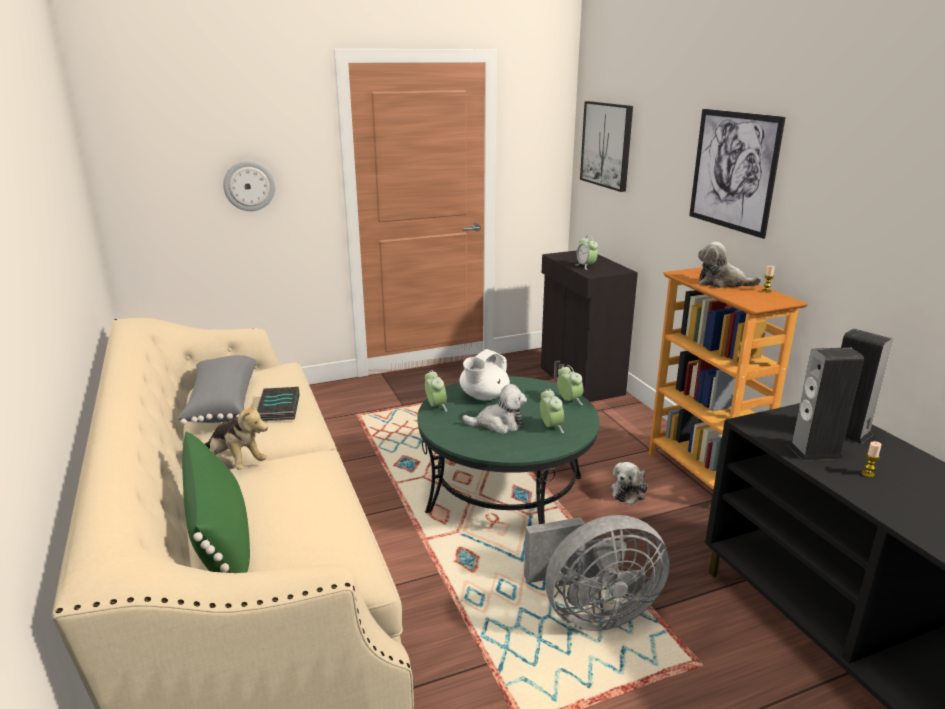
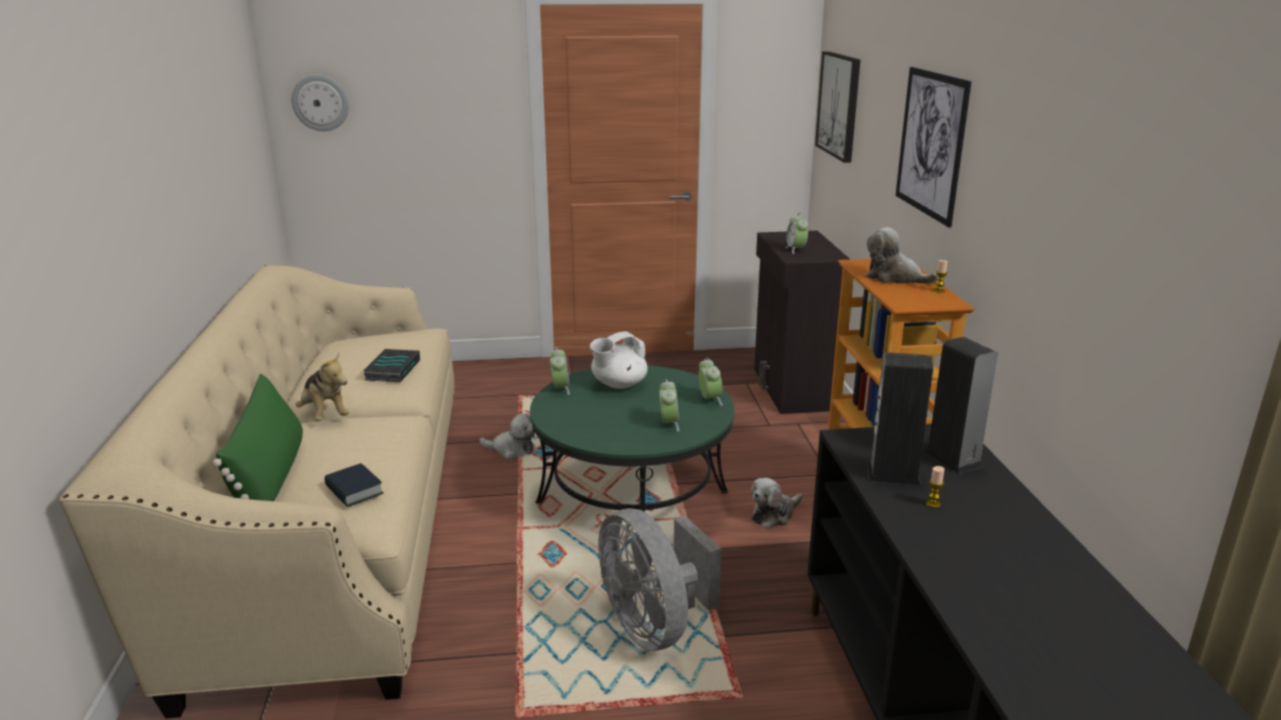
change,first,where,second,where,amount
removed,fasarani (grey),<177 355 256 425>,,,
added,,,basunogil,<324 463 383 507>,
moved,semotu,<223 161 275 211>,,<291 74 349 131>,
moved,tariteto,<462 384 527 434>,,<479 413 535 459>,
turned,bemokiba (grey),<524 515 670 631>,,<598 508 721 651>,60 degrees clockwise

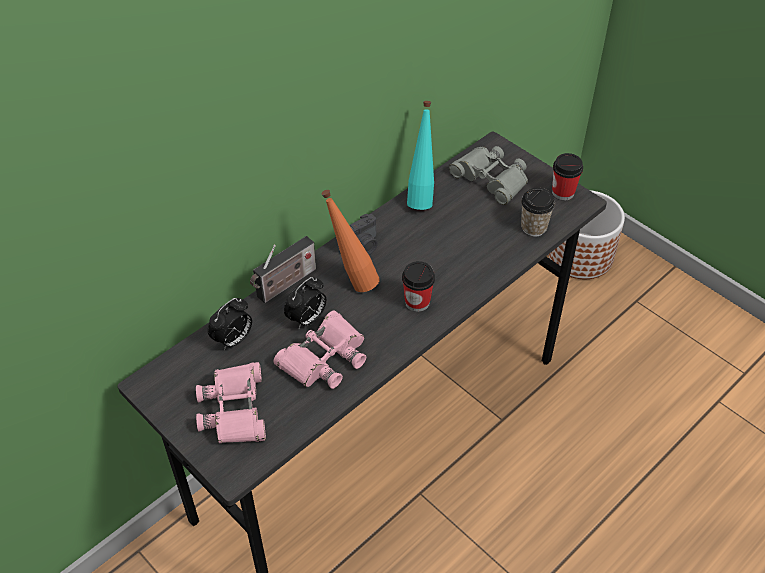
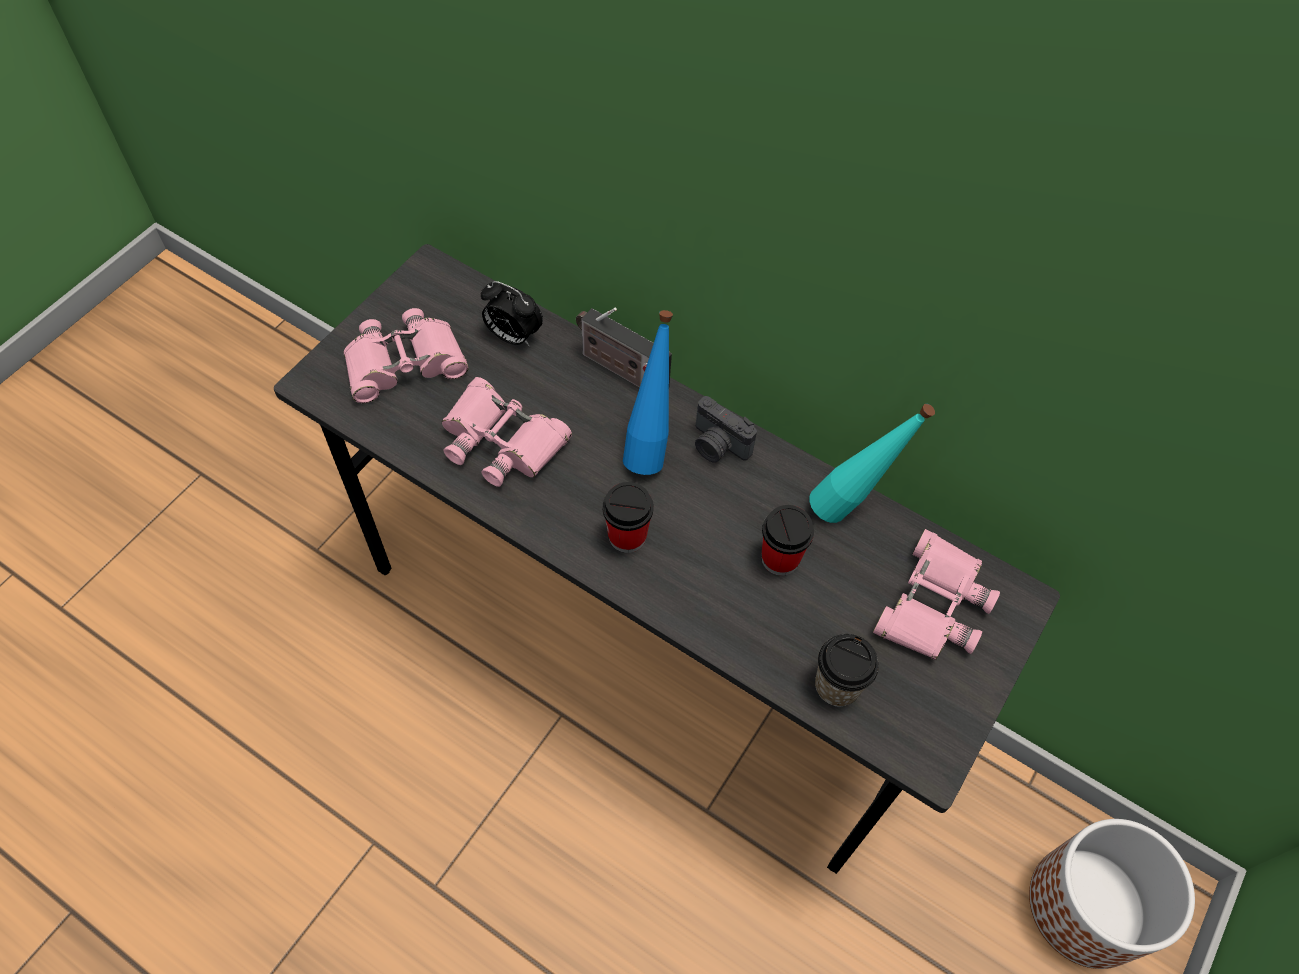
change,first,where,second,where,amount
removed,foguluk,<284 277 326 328>,,,
moved,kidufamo,<552 153 583 201>,,<762 505 814 576>,
recoloured,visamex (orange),<321 190 380 292>,visamex (blue),<623 310 673 475>,
recoloured,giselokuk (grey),<449 146 528 205>,giselokuk (pink),<873 529 1000 660>,

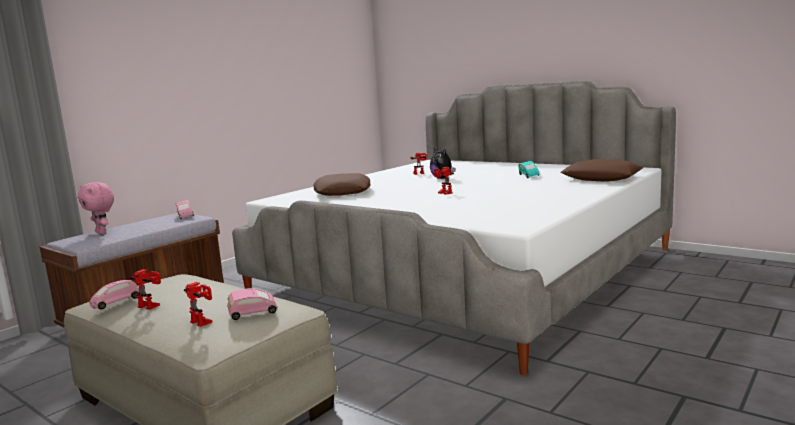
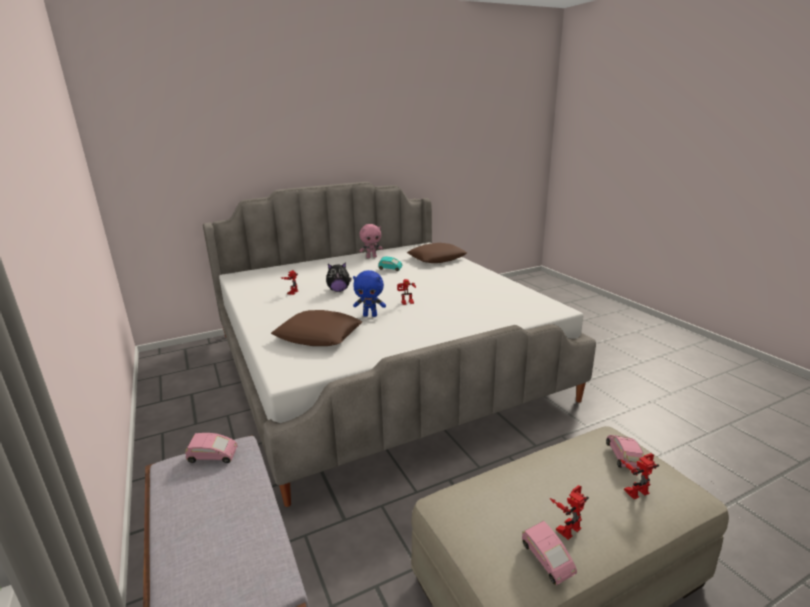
change,first,where,second,where,amount
added,,,tariteto (blue),<353 270 386 317>,
moved,tariteto (pink),<77 182 114 234>,,<359 224 383 258>,

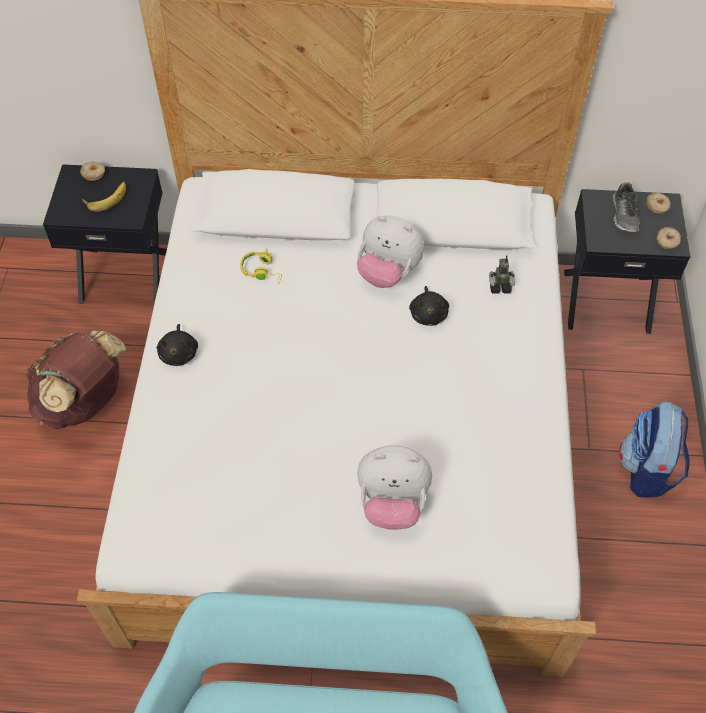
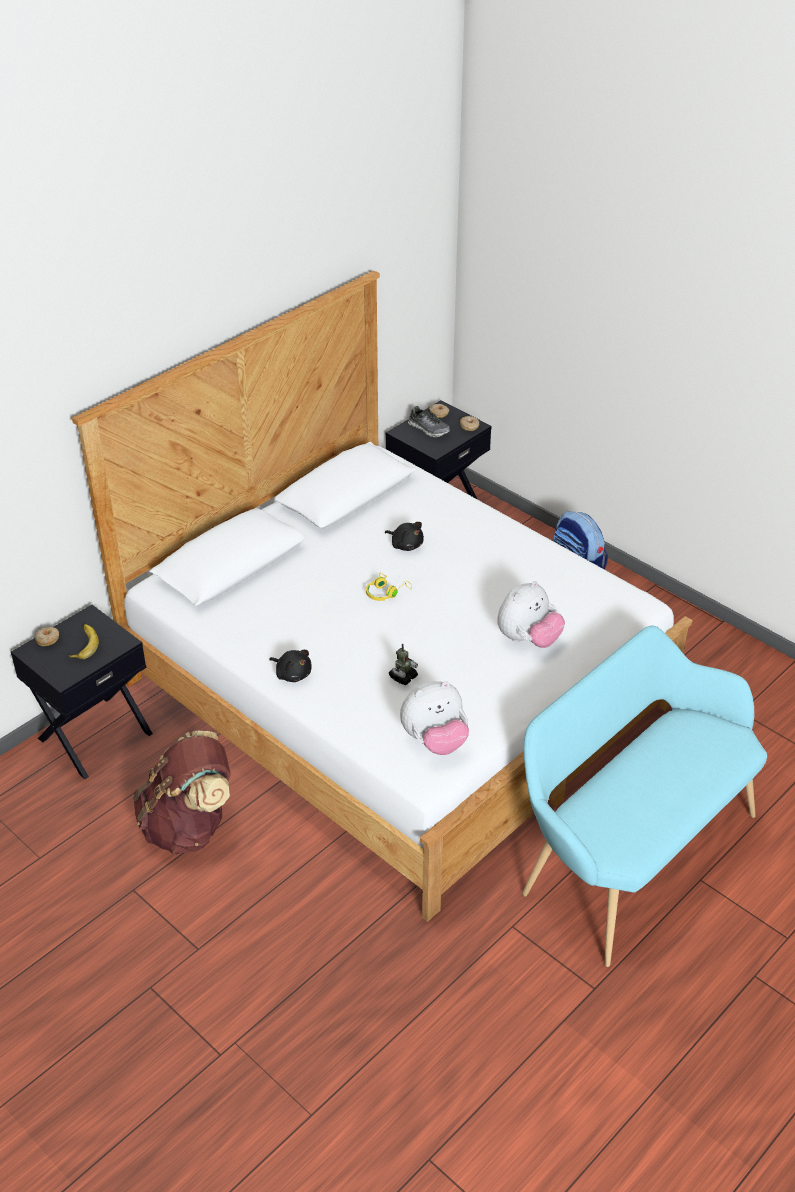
change,first,where,second,where,amount
moved,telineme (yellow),<240 249 282 284>,,<366 573 412 601>,
moved,tariteto,<357 215 424 288>,,<400 681 469 755>,
moved,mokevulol,<489 255 515 293>,,<389 644 418 685>,

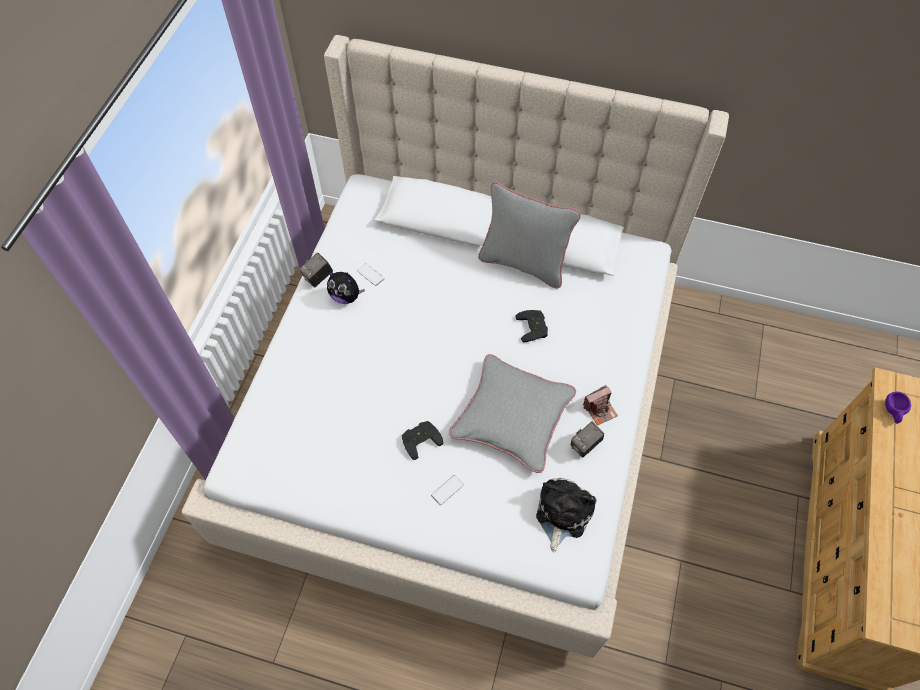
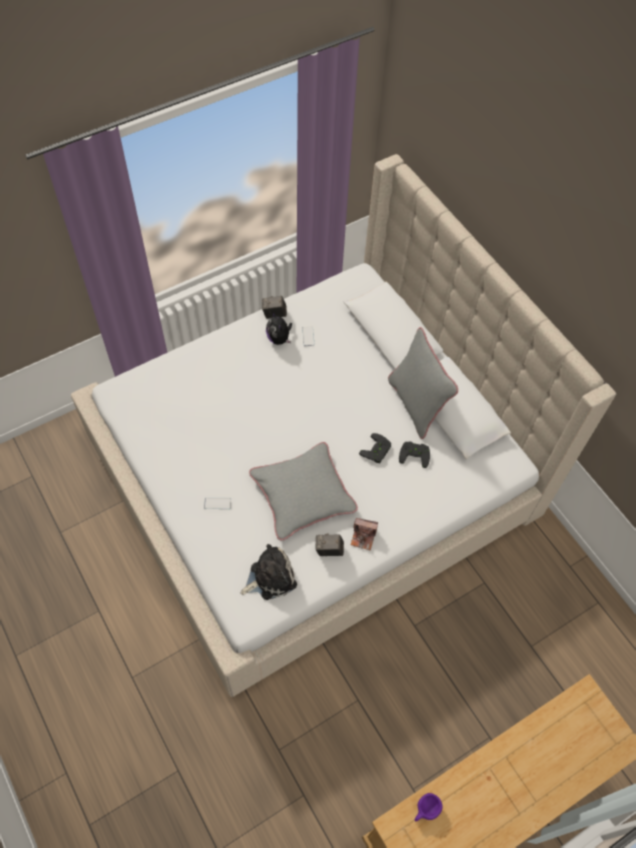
change,first,where,second,where,amount
moved,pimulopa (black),<402 421 443 460>,,<399 442 430 468>,
moved,kidufamo (purple),<885 392 911 424>,,<415 793 443 821>,

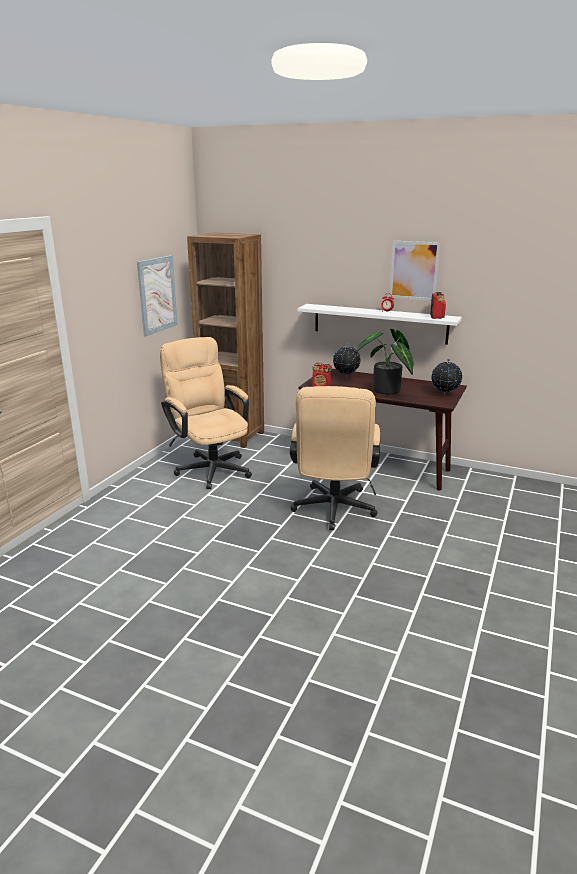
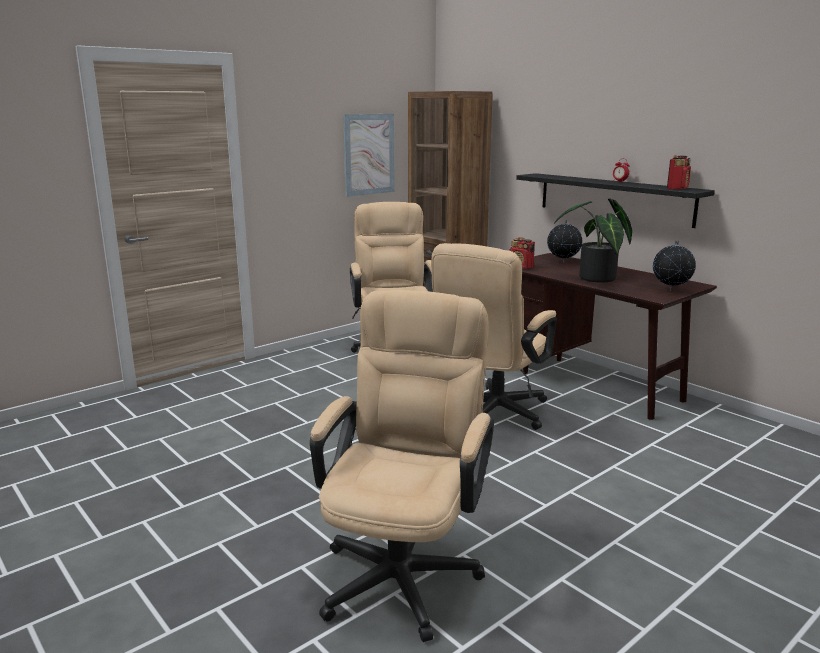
change,first,where,second,where,amount
removed,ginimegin,<389 241 440 301>,,,
added,,,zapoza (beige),<310 290 494 642>,
recoloured,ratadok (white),<297 304 462 345>,ratadok (black),<516 173 715 228>,

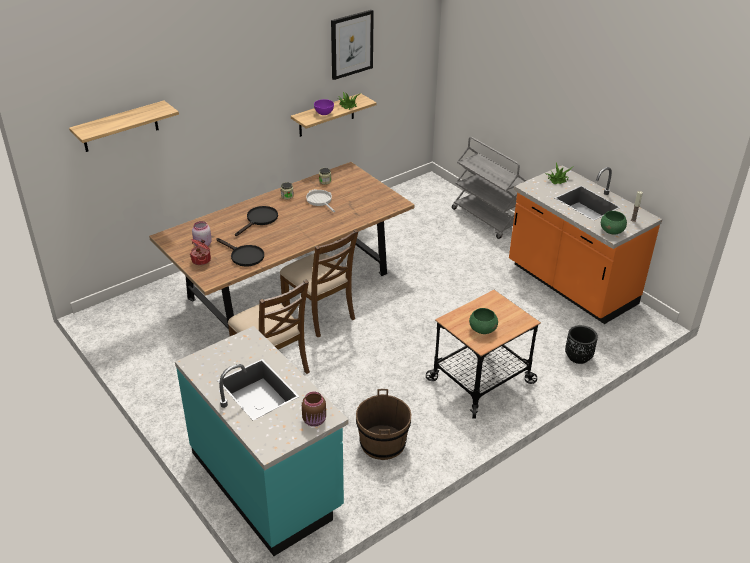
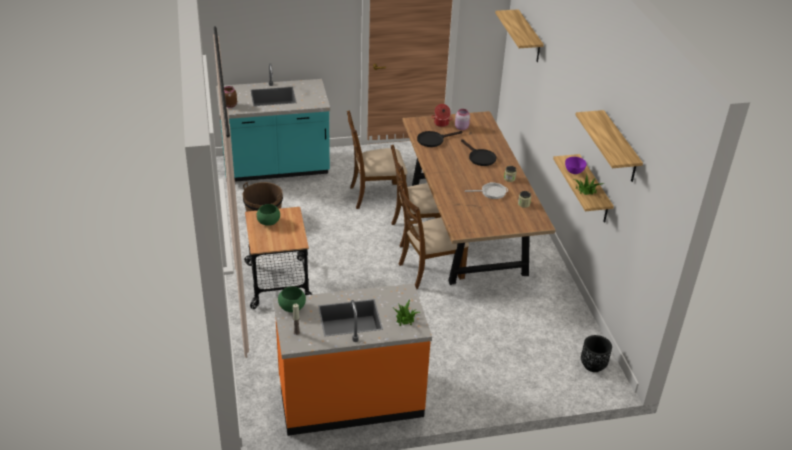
change,first,where,second,where,amount
removed,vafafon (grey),<452 137 527 239>,,,
added,,,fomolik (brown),<398 184 469 289>,
moved,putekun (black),<565 325 598 364>,,<581 335 612 372>,
replaced,ginimegin,<331 10 374 80>,ratadok,<575 110 643 182>,

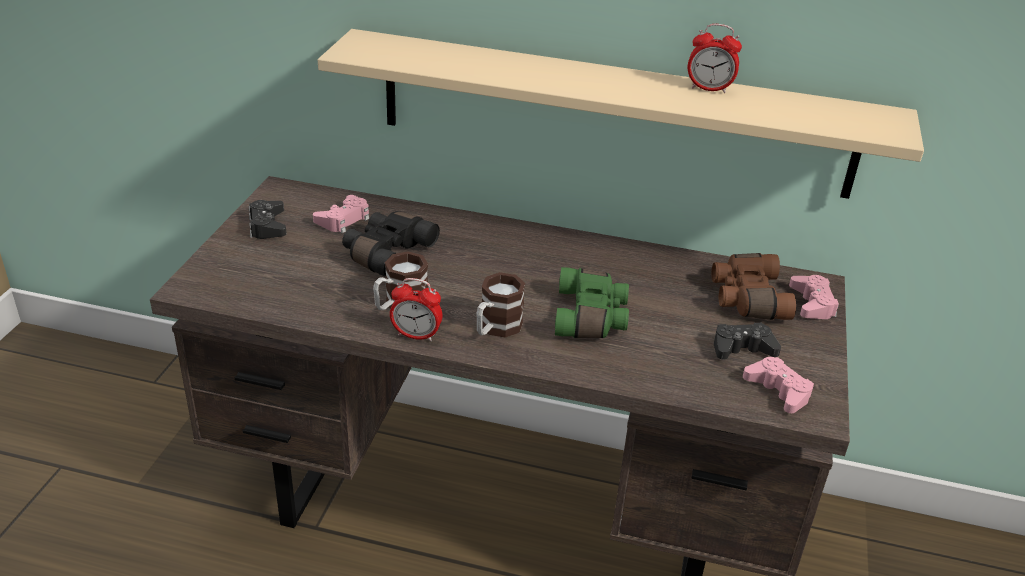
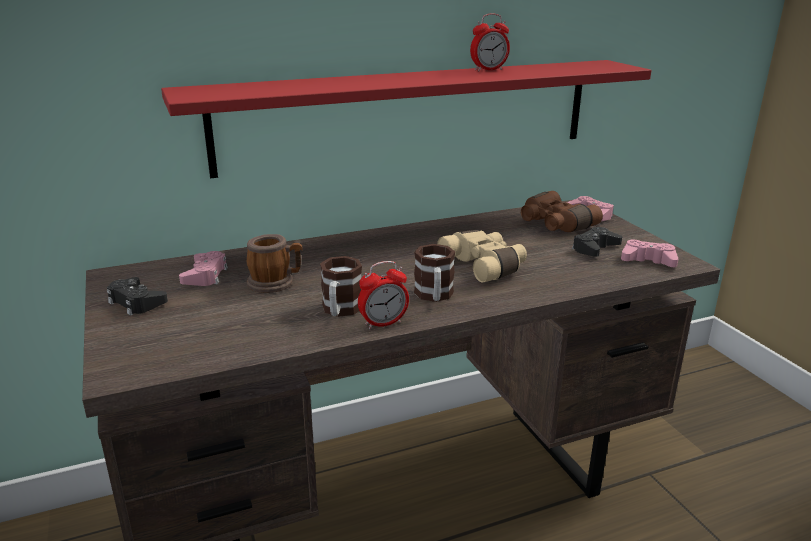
change,first,where,second,where,amount
replaced,giselokuk (black),<342 211 440 277>,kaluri,<247 234 303 293>,
recoloured,ratadok (beige),<318 29 924 199>,ratadok (red),<161 60 652 179>,
recoloured,giselokuk (green),<555 267 629 338>,giselokuk (beige),<437 230 527 283>,

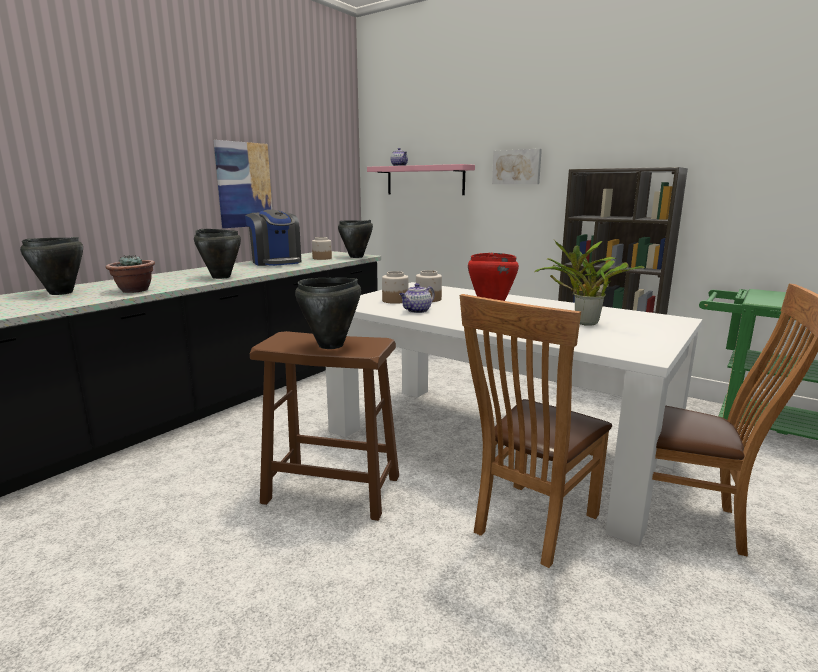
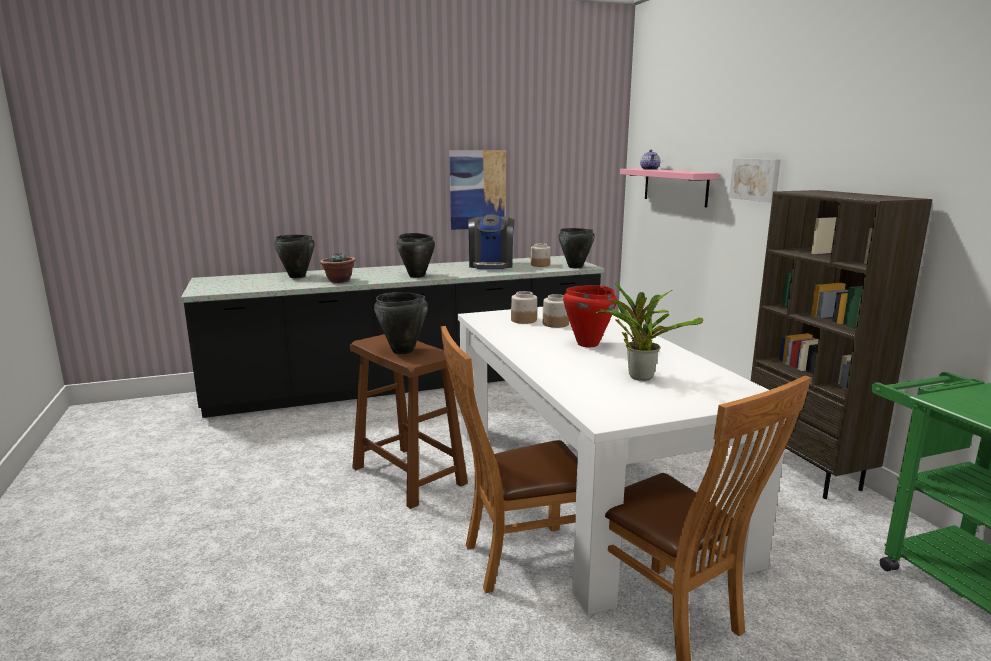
change,first,where,second,where,amount
removed,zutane,<400 283 435 313>,,,

